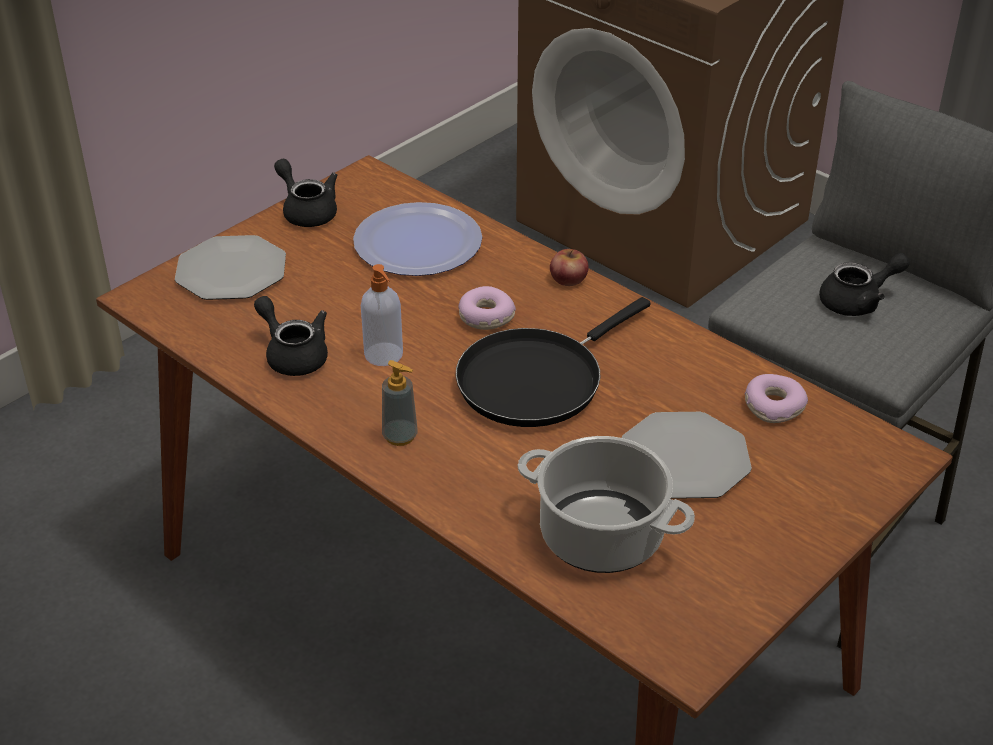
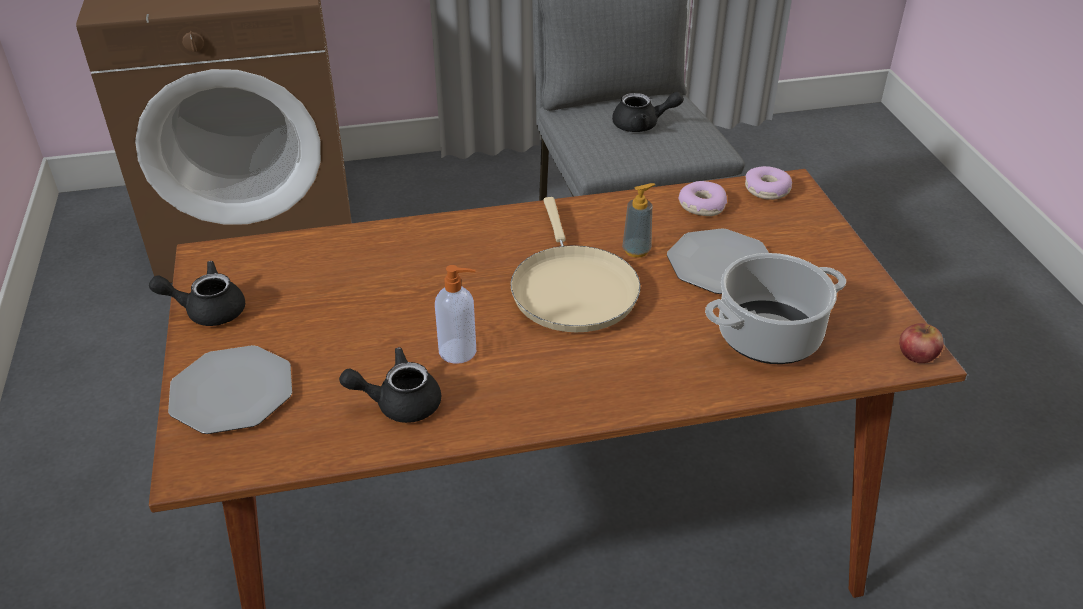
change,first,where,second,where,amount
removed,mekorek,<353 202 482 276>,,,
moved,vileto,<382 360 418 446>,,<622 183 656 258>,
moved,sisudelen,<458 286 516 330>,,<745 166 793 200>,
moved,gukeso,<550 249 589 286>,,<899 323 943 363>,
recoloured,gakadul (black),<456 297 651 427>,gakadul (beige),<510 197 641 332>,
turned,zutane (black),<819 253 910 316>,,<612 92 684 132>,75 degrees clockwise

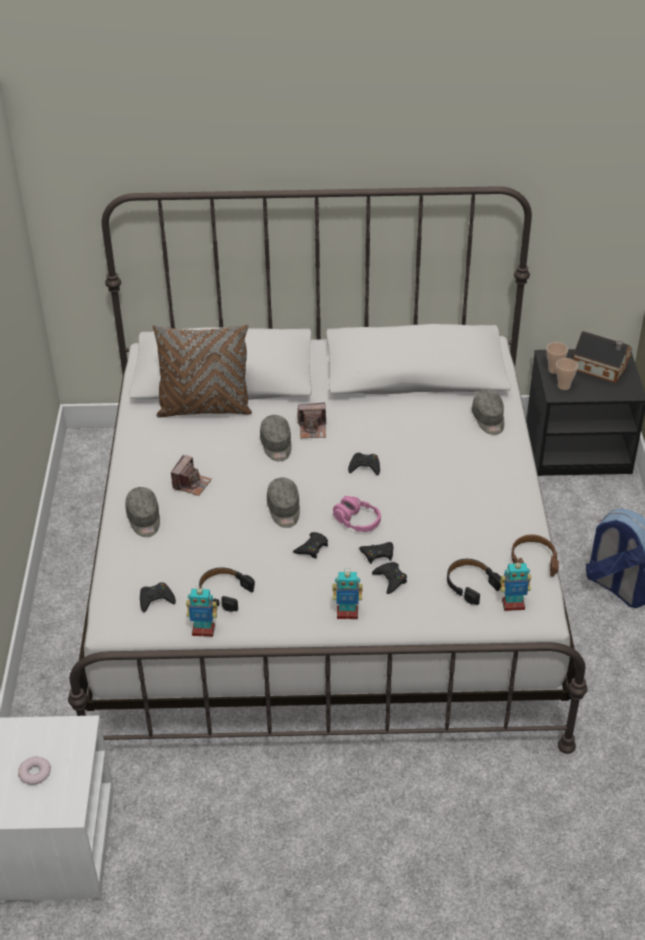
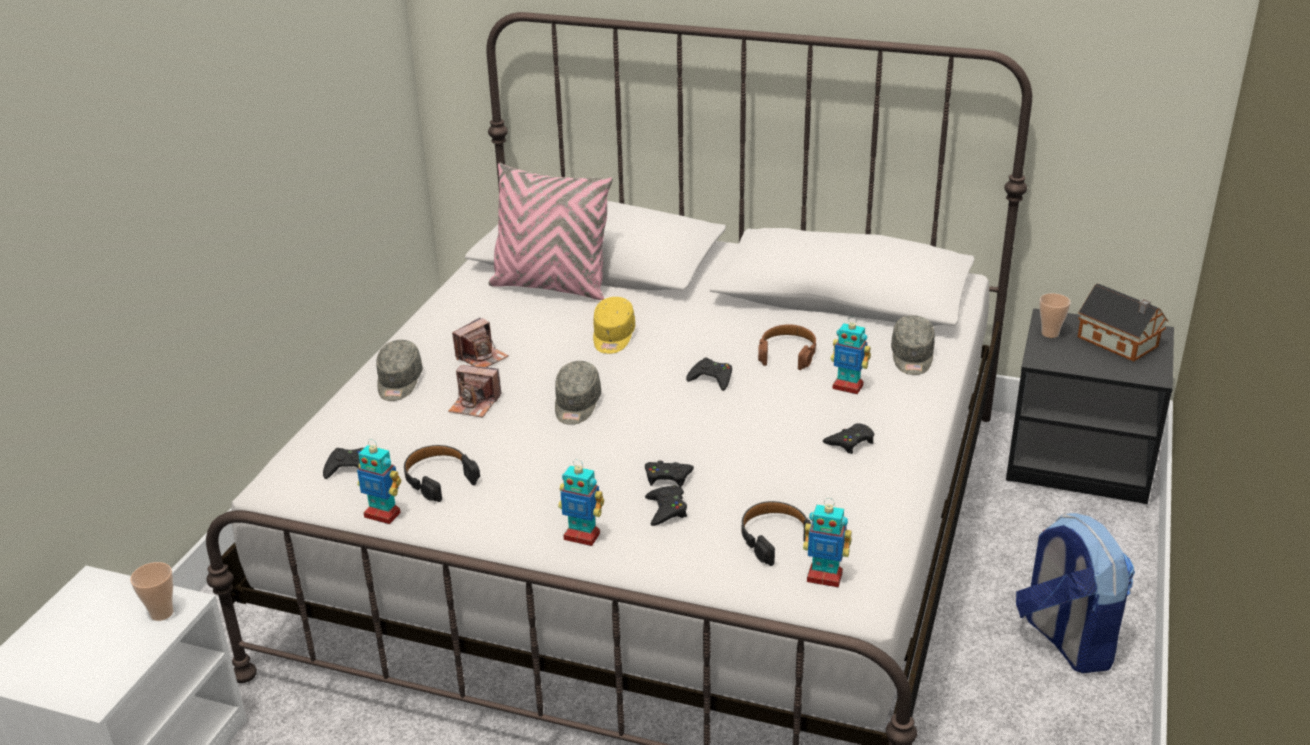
change,first,where,second,where,amount
removed,sisudelen,<18 756 51 785>,,,
removed,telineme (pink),<333 496 381 532>,,,
added,,,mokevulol,<830 317 871 394>,
moved,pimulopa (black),<293 532 328 558>,,<823 423 874 454>,
moved,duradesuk,<297 402 326 438>,,<448 365 502 417>,
moved,telineme (brown),<512 535 559 577>,,<758 324 817 370>,
moved,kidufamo,<556 358 578 390>,,<130 562 174 621>,
recoloured,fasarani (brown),<153 325 252 418>,fasarani (pink),<488 163 613 300>,
recoloured,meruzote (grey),<260 415 292 461>,meruzote (yellow),<593 297 635 354>,

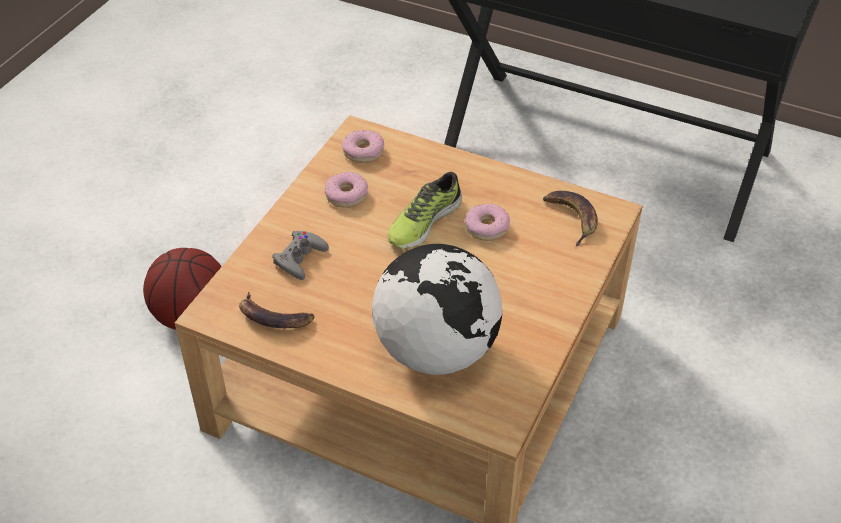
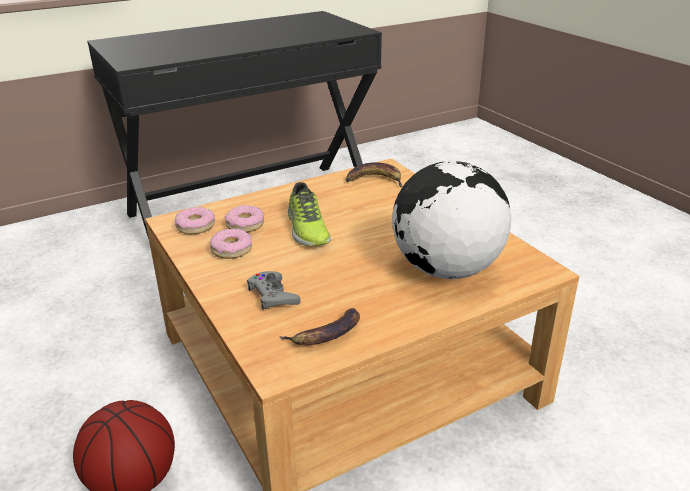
change,first,where,second,where,amount
moved,sisudelen,<465 204 510 241>,,<225 205 264 232>,

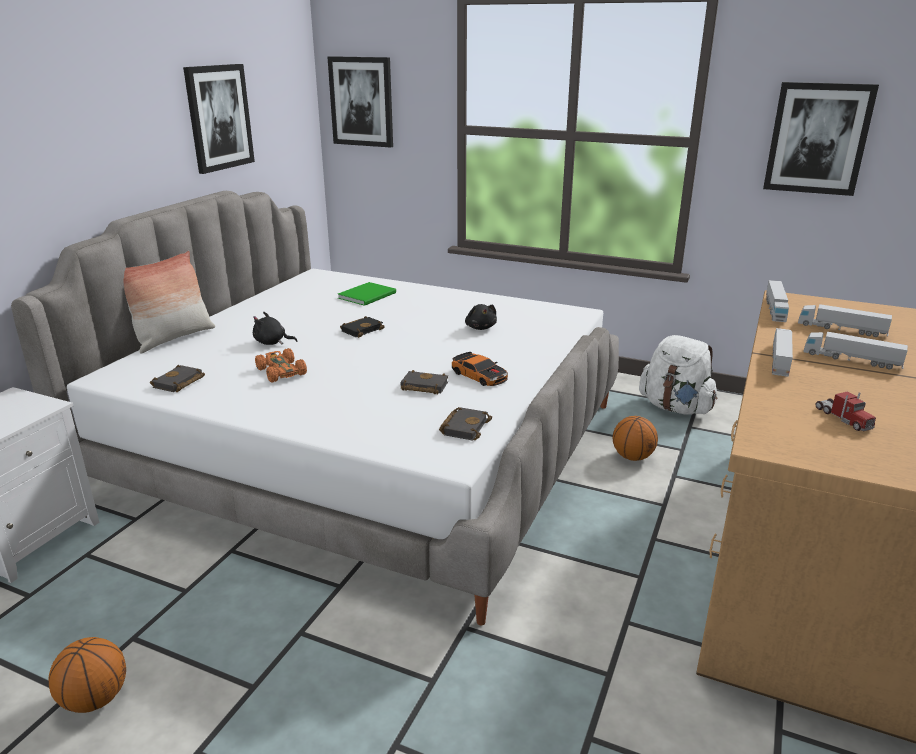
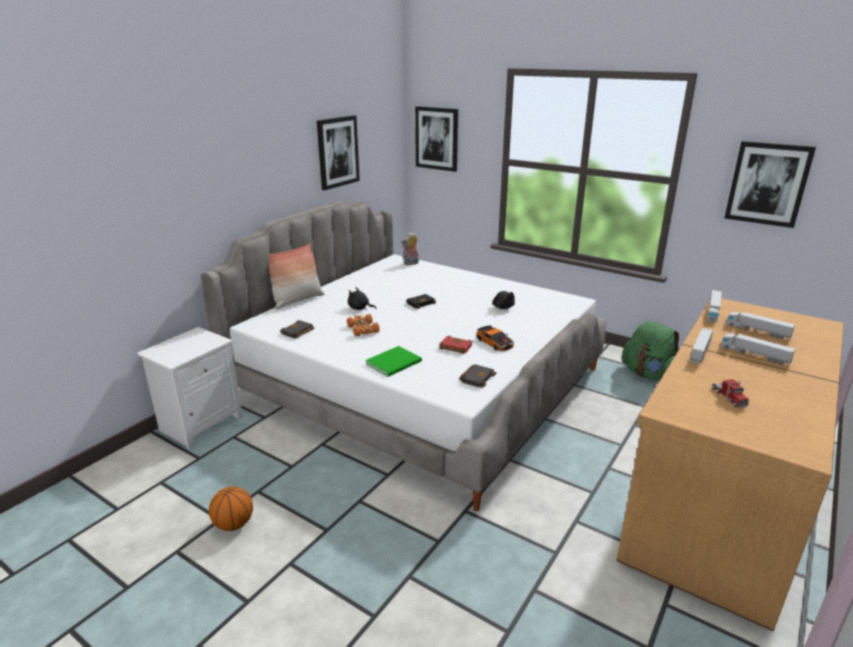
change,first,where,second,where,amount
removed,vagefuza,<613 416 658 461>,,,
added,,,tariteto,<401 232 419 265>,
moved,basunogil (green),<338 282 396 306>,,<366 346 422 377>,
recoloured,basunogil (black),<401 370 448 395>,basunogil (red),<439 335 472 354>,
recoloured,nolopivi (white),<639 335 717 415>,nolopivi (green),<622 321 679 381>,

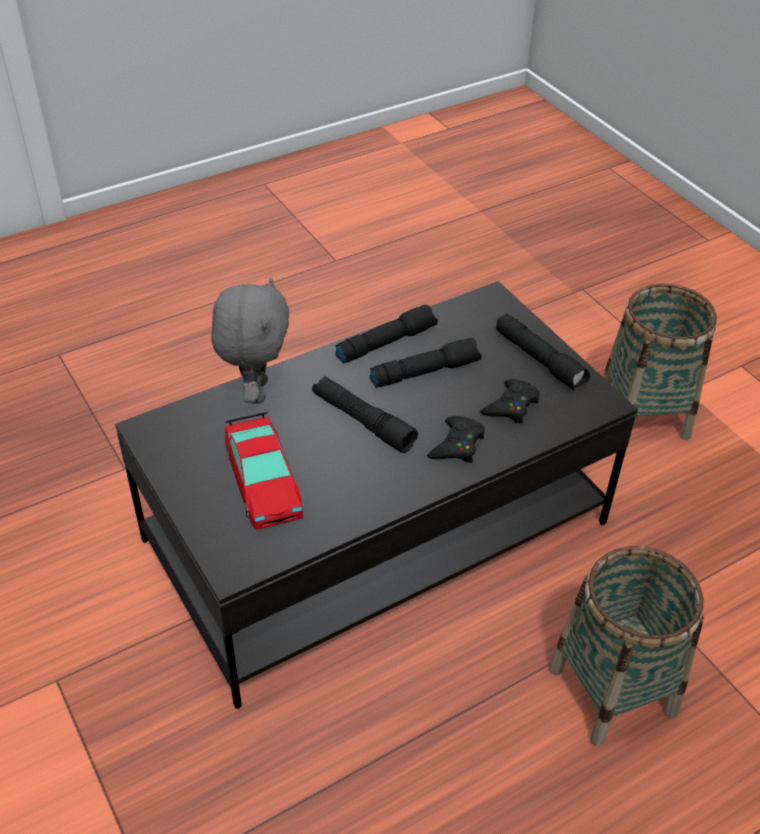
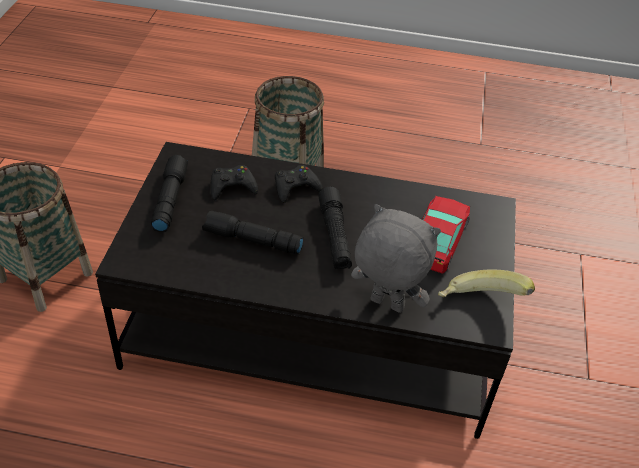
change,first,where,second,where,amount
removed,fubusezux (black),<335 305 438 364>,,,
added,,,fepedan,<438 269 535 297>,
turned,tariteto (grey),<211 277 290 404>,,<351 204 441 313>,75 degrees clockwise

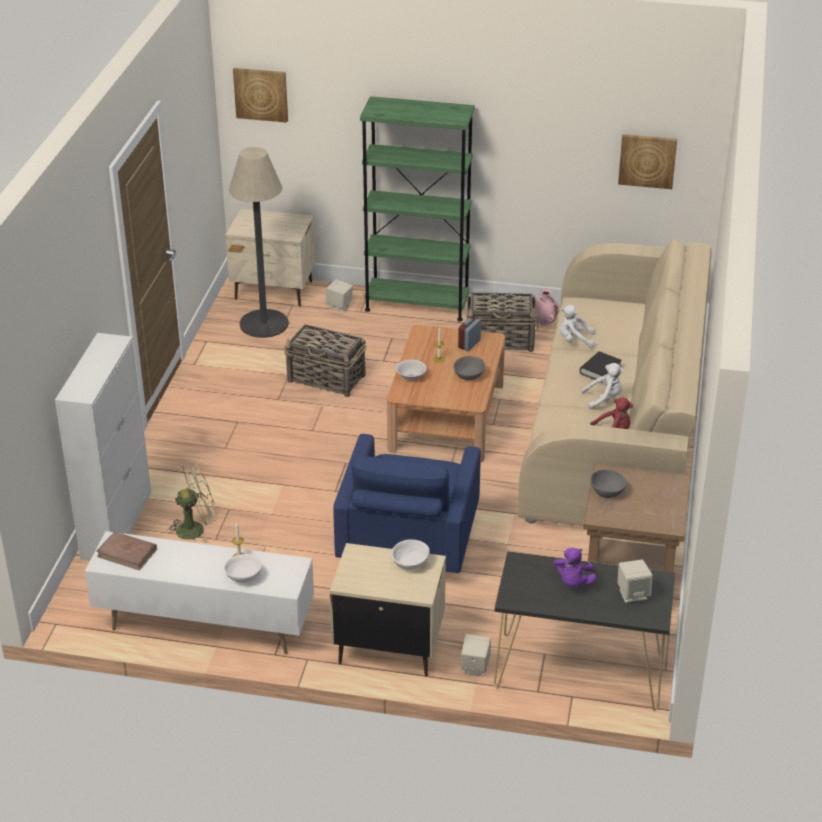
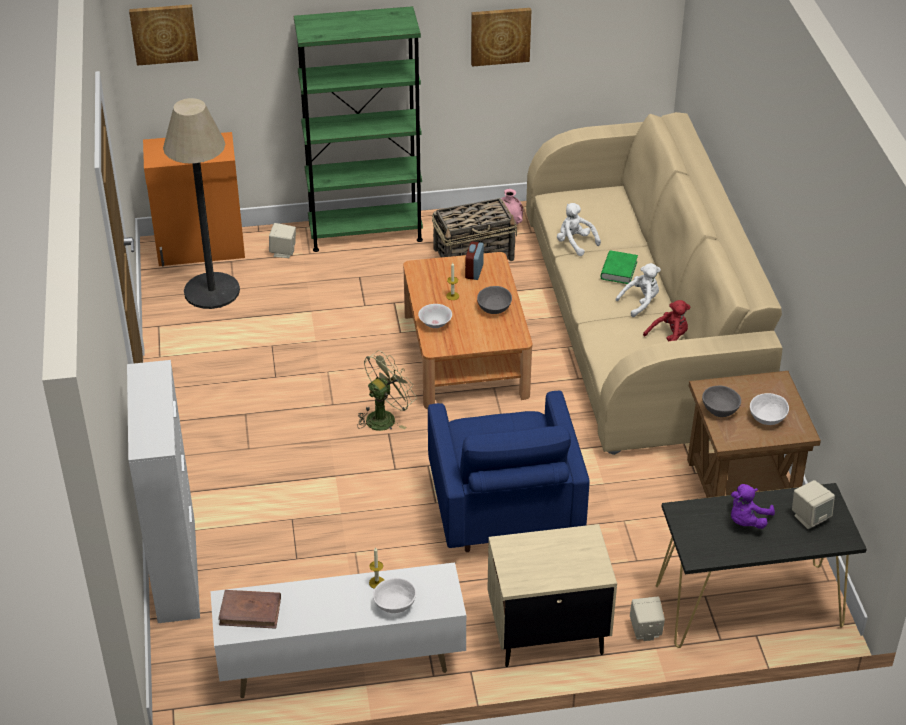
change,first,where,second,where,amount
removed,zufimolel,<284 324 366 397>,,,
moved,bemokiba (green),<167 463 217 543>,,<357 350 417 431>,
moved,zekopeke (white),<391 540 430 570>,,<750 393 789 425>,
moved,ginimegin,<618 134 677 189>,,<471 8 531 67>,
replaced,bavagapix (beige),<225 208 316 307>,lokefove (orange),<143 132 245 267>,
recoloured,basunogil (black),<580 351 622 383>,basunogil (green),<601 251 638 284>,
turned,tariteto (purple),<553 548 597 587>,,<731 484 775 529>,45 degrees clockwise
turned,tariteto (white),<560 305 595 348>,,<557 203 601 256>,60 degrees clockwise

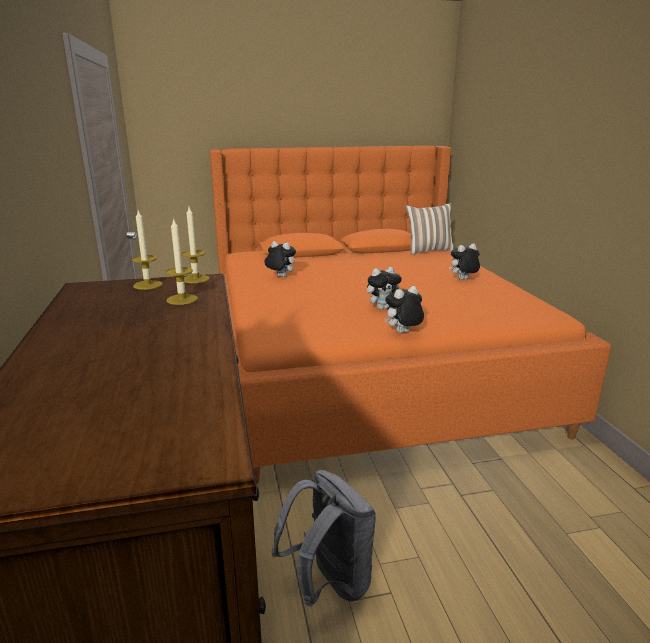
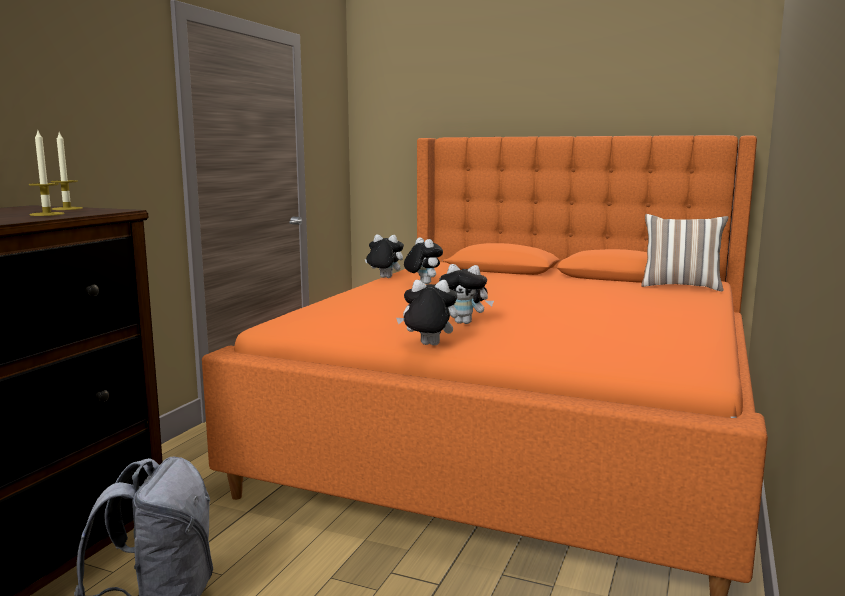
change,first,where,second,where,amount
removed,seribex,<181 207 210 283>,,,
moved,tariteto,<449 243 480 280>,,<365 234 404 278>,

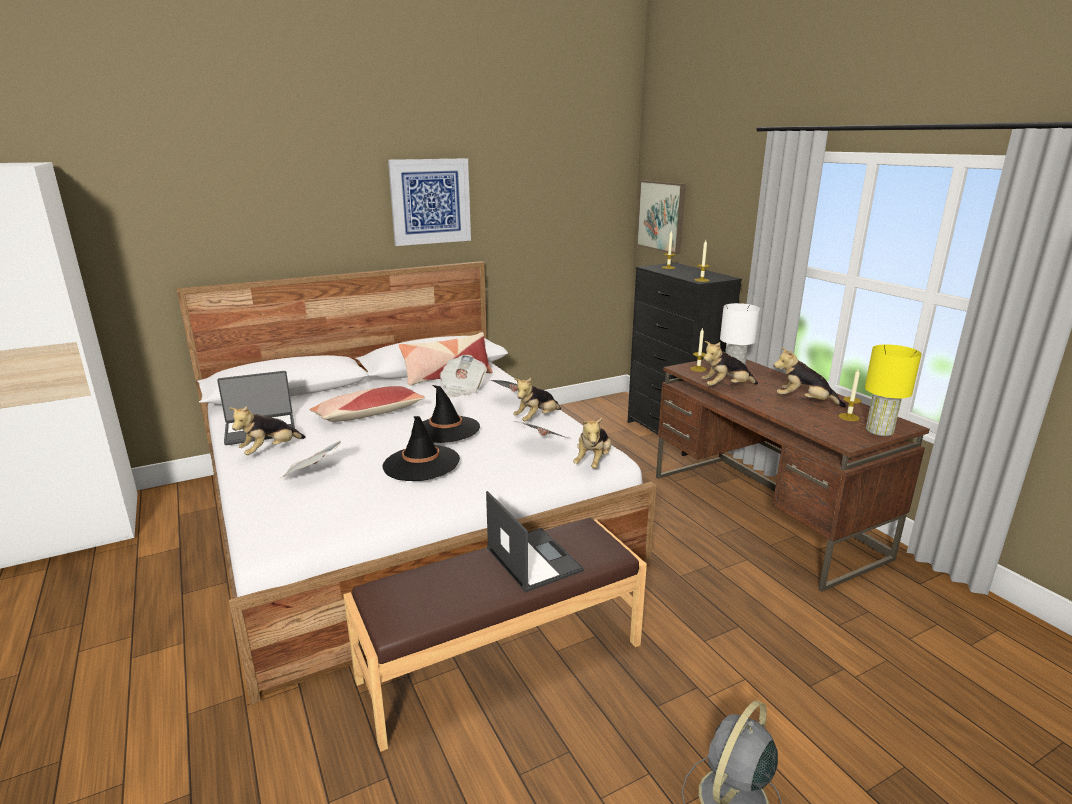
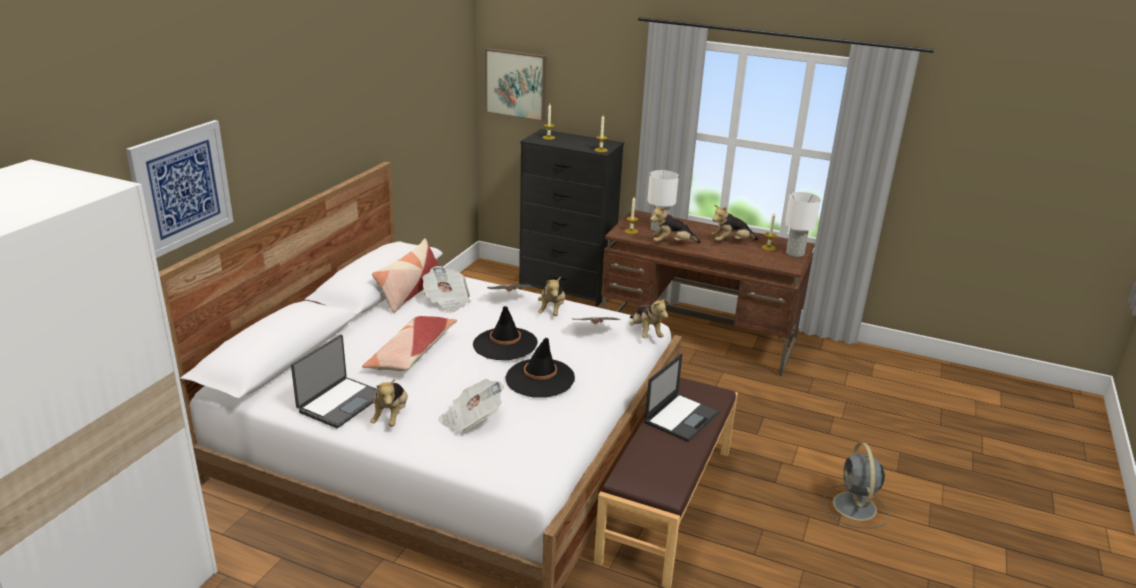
change,first,where,second,where,amount
moved,ginimegin,<388 158 471 246>,,<126 120 234 258>,
recoloured,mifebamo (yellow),<865 344 922 436>,mifebamo (white),<785 192 821 257>,
turned,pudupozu,<486 491 584 592>,,<644 353 720 442>,105 degrees clockwise
turned,tariteto,<702 341 758 386>,,<650 205 701 243>,45 degrees clockwise

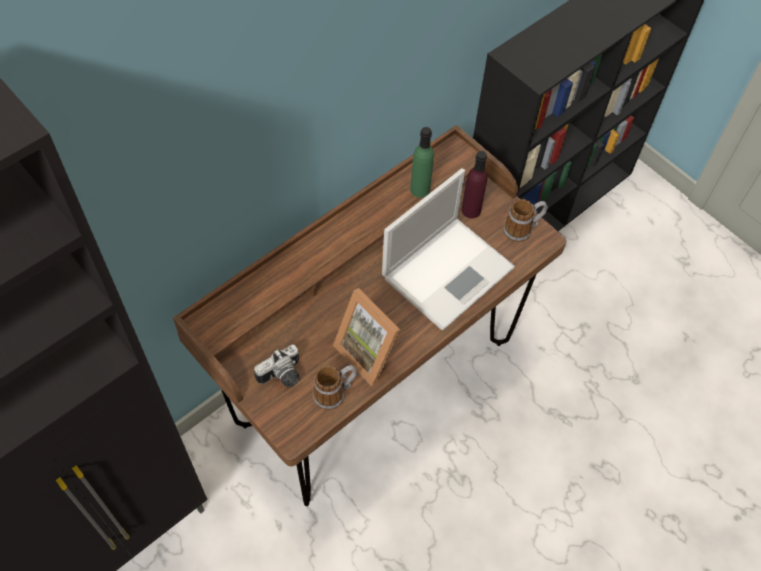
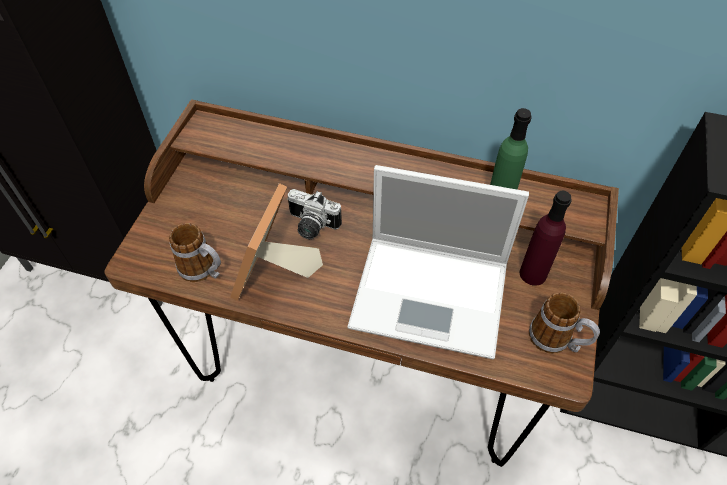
change,first,where,second,where,amount
moved,duradesuk,<254 345 300 388>,,<287 189 342 239>,

